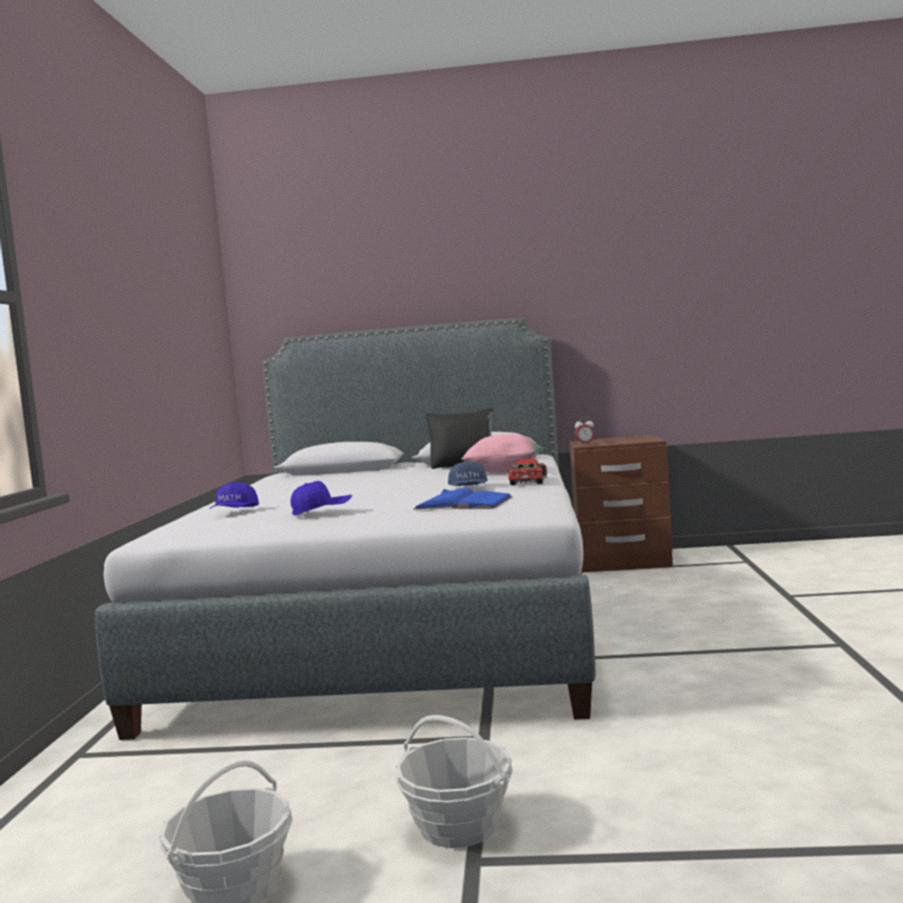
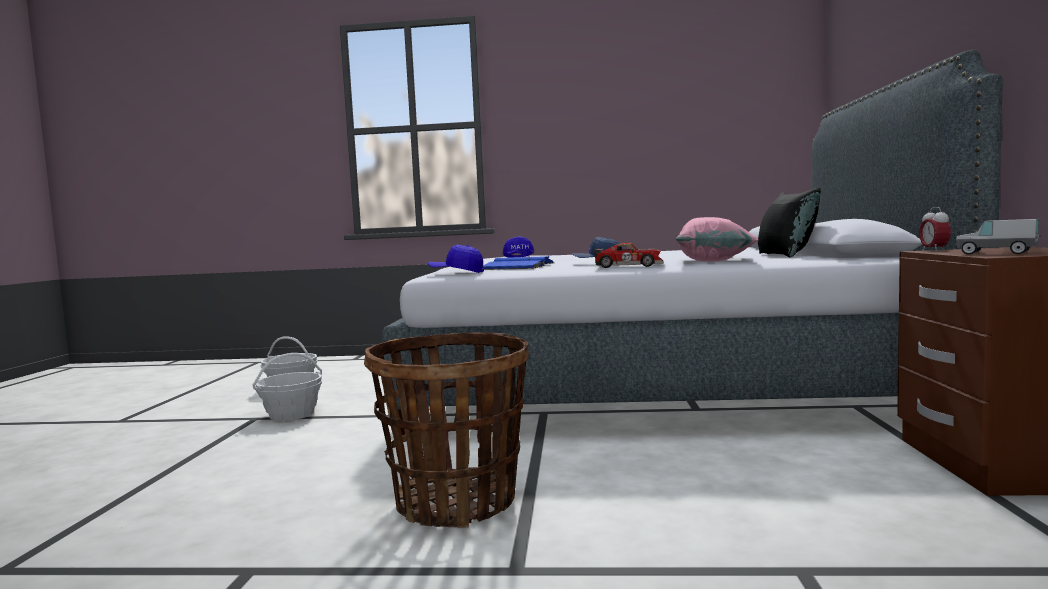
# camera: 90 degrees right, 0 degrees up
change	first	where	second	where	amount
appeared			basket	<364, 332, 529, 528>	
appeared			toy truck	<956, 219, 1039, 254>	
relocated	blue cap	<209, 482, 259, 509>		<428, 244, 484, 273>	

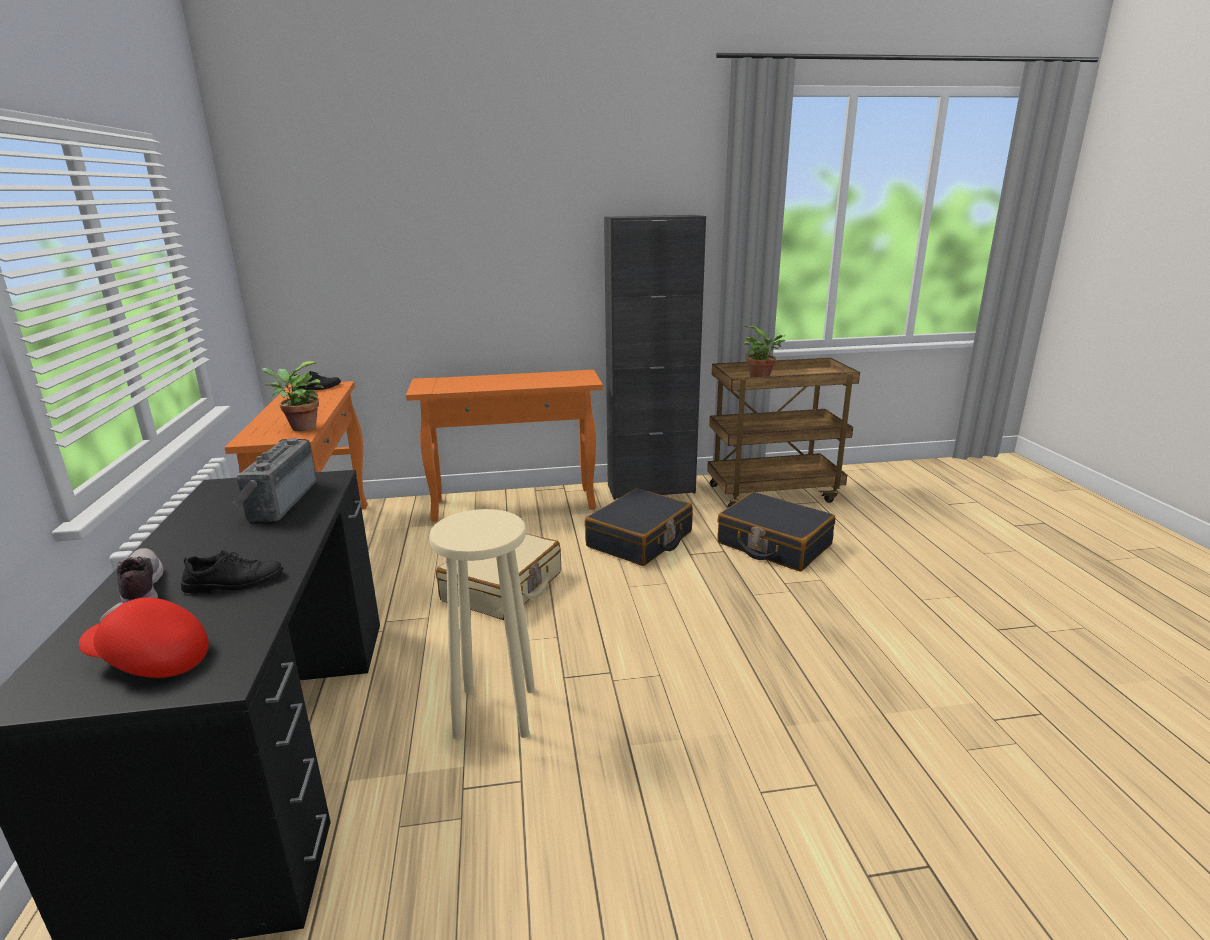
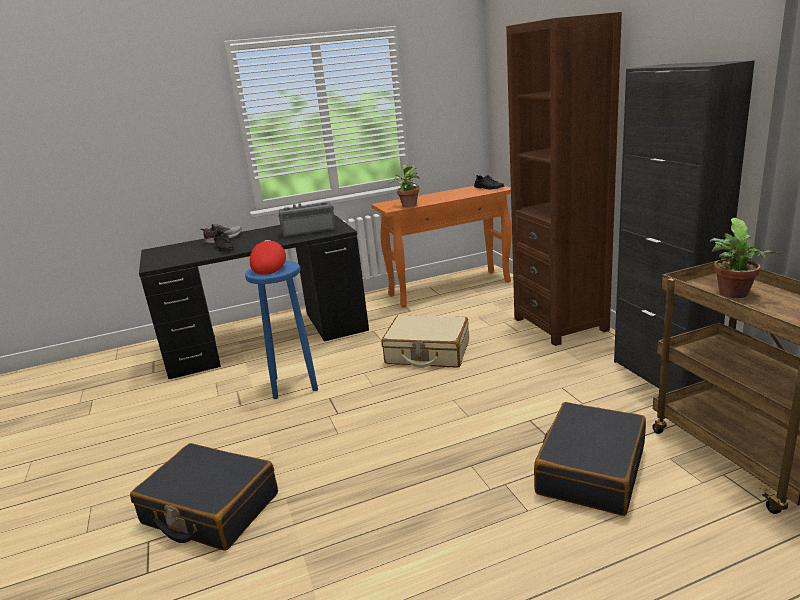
# camera: 80 degrees right, 0 degrees up
change	first	where	second	where	amount
relocated	red cap	<79, 597, 209, 678>		<250, 240, 286, 275>	
relocated	black suitcase	<585, 488, 693, 566>		<130, 443, 278, 551>	
exchanged	orange console table	<406, 370, 603, 522>	brown bookcase	<506, 12, 622, 346>	
colour	beige stool	<429, 509, 535, 739>	blue stool	<245, 260, 318, 399>	

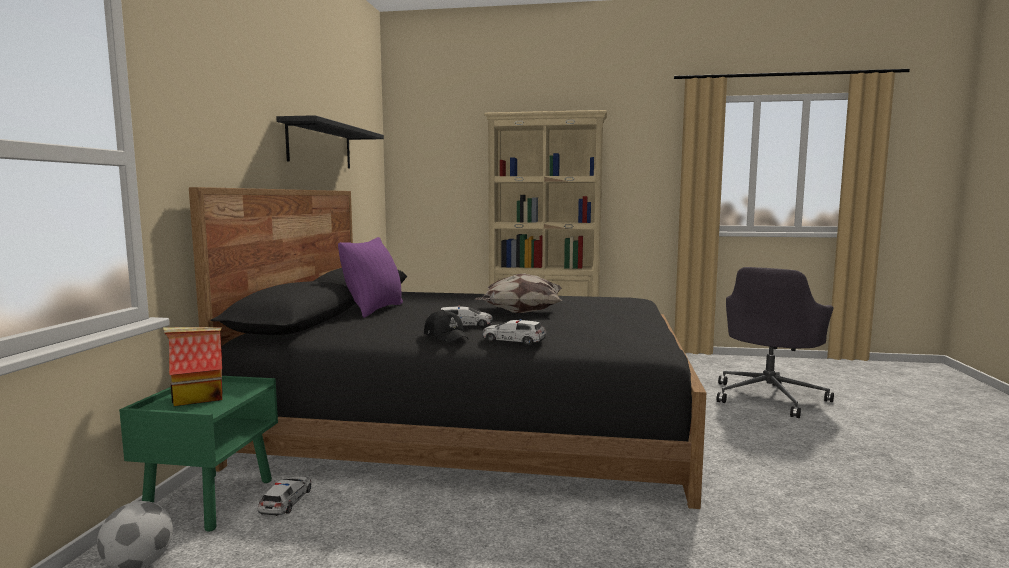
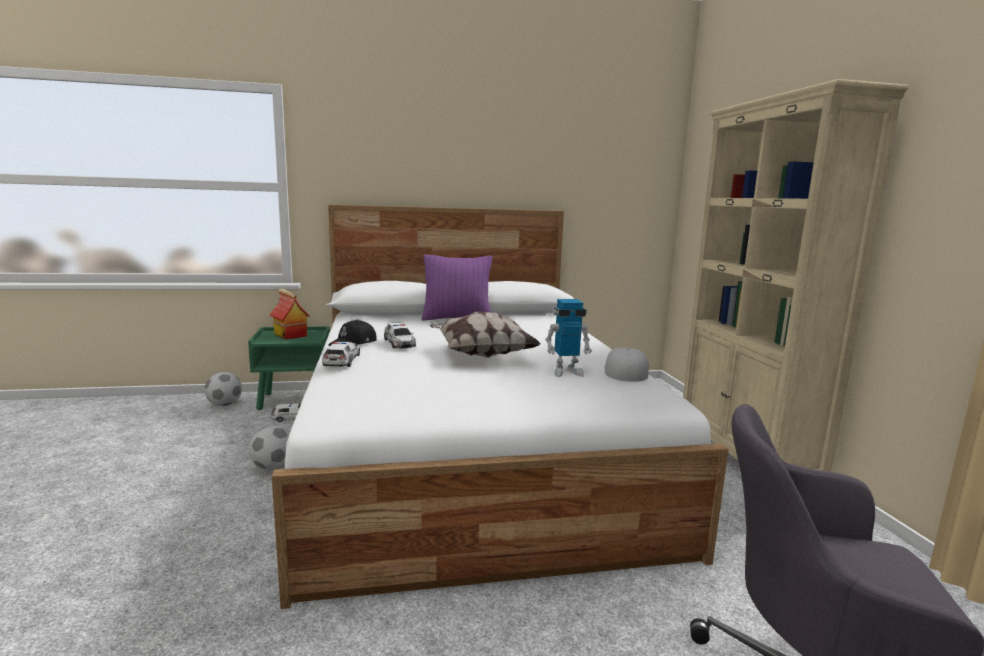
# camera: 70 degrees right, 5 degrees up
change	first	where	second	where	amount
missing	black shelf	<276, 115, 384, 168>			
appeared			football	<249, 425, 290, 470>	
appeared			toy robot	<545, 299, 592, 377>	
appeared			white cap	<604, 347, 649, 382>	
colour	black bed	<189, 187, 706, 509>	white bed	<272, 205, 729, 609>	

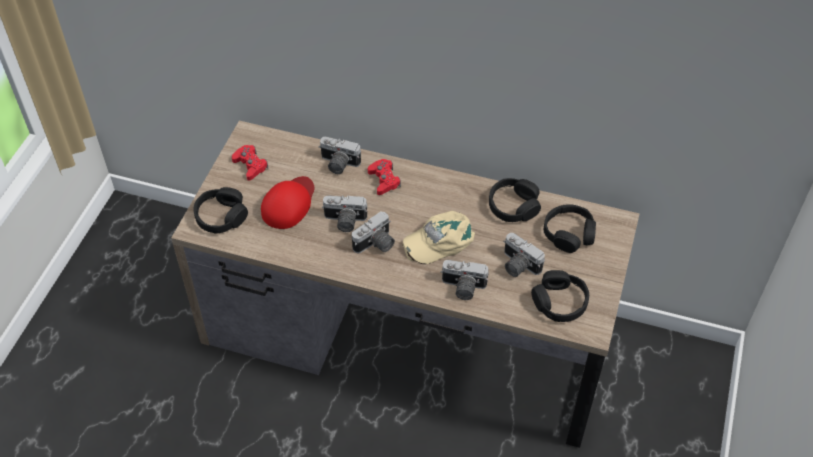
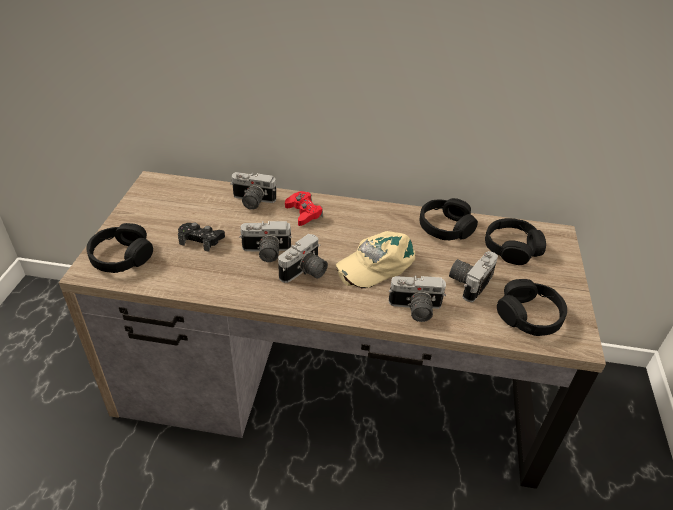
# camera: 10 degrees left, 10 degrees down
change	first	where	second	where	amount
missing	red game controller	<232, 145, 268, 181>			
exchanged	red cap	<261, 176, 314, 229>	black game controller	<178, 222, 225, 252>	
spun	photo camera	<503, 233, 545, 277>		<449, 251, 498, 302>	90 degrees clockwise

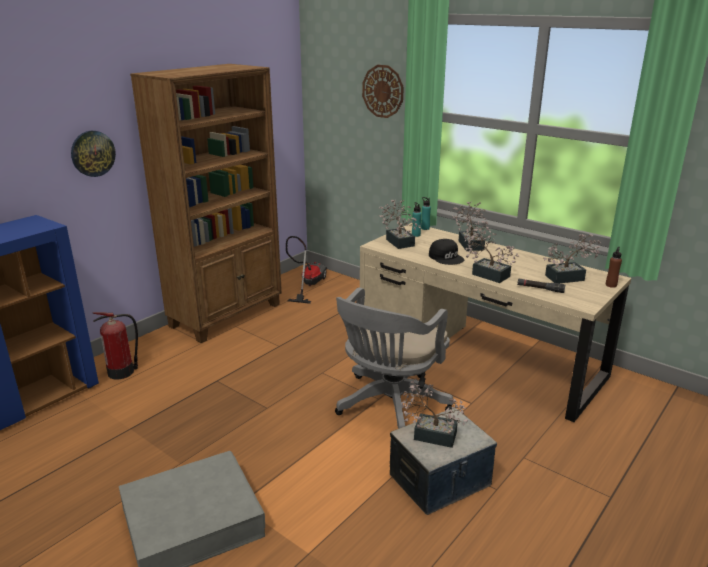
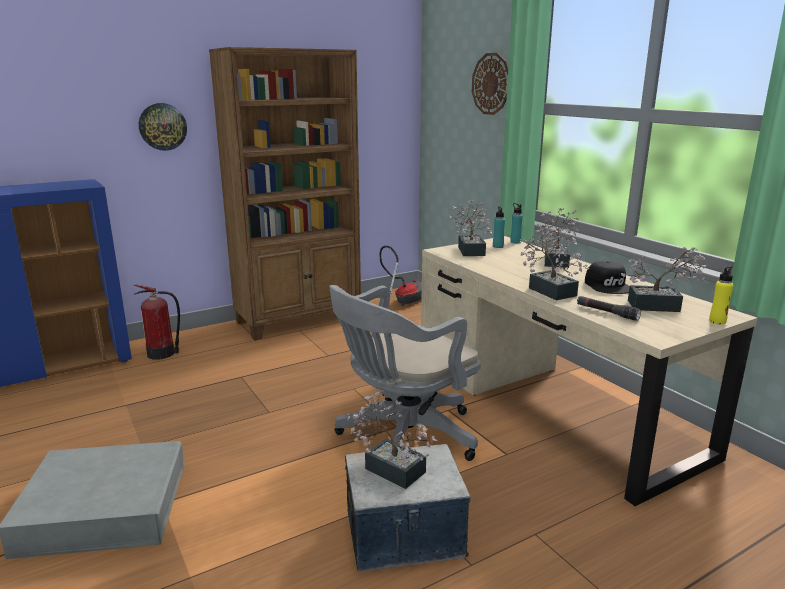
# camera: 20 degrees right, 5 degrees down
change	first	where	second	where	amount
relocated	black cap	<429, 239, 464, 265>		<585, 261, 630, 294>	
colour	brown bottle	<606, 247, 622, 288>	yellow bottle	<709, 266, 734, 324>	

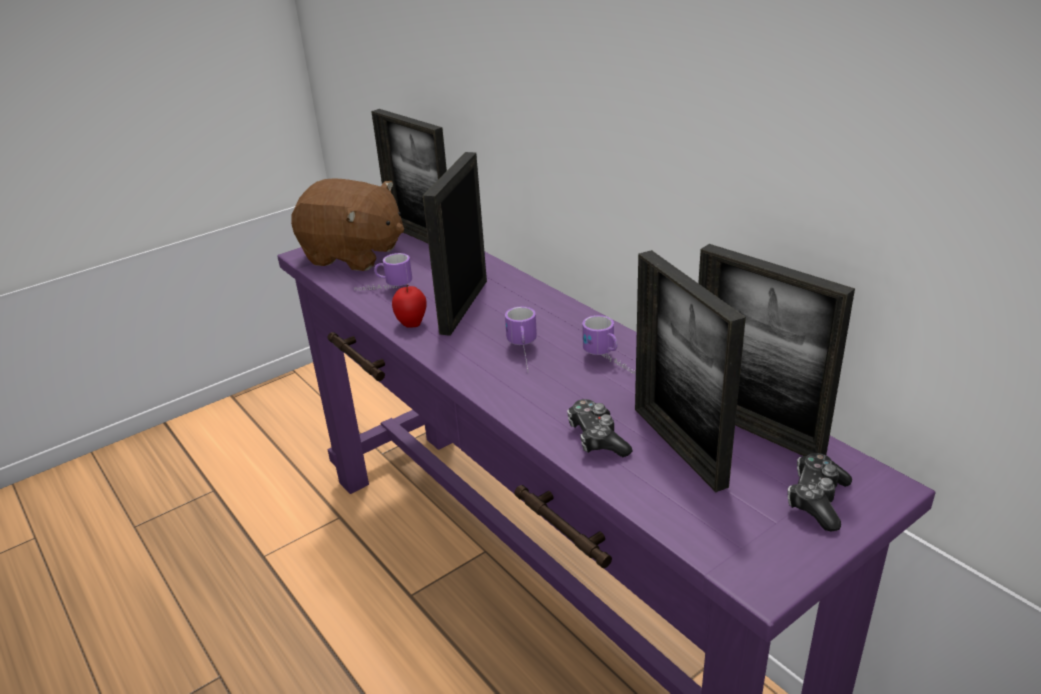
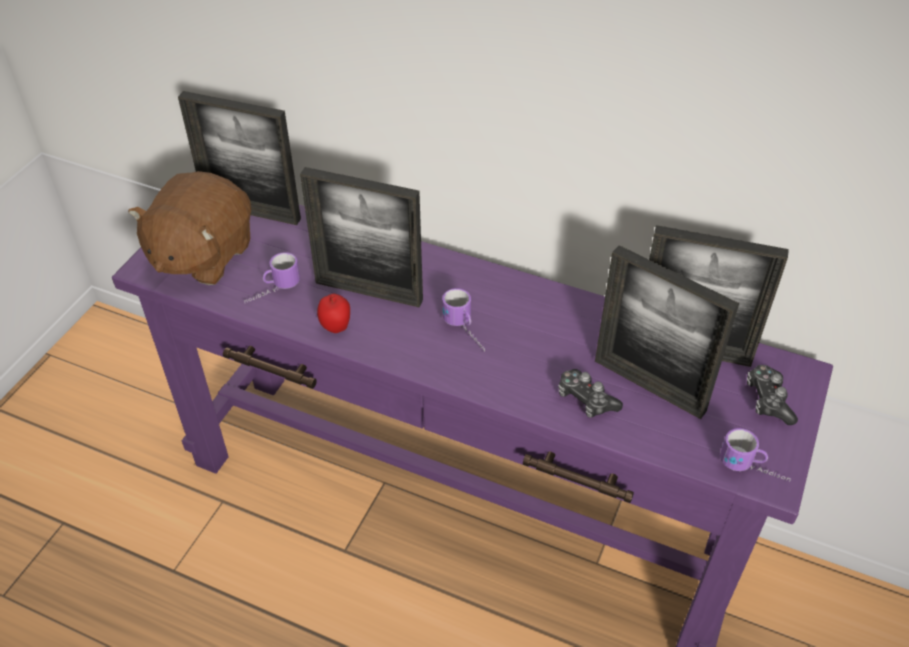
# camera: 30 degrees left, 15 degrees up
change	first	where	second	where	amount
relocated	mug	<582, 315, 636, 375>		<720, 428, 791, 481>	
spun	brown plush toy	<291, 178, 404, 271>		<128, 171, 251, 285>	120 degrees clockwise
spun	picture frame	<423, 152, 487, 336>		<300, 167, 423, 307>	60 degrees counterclockwise

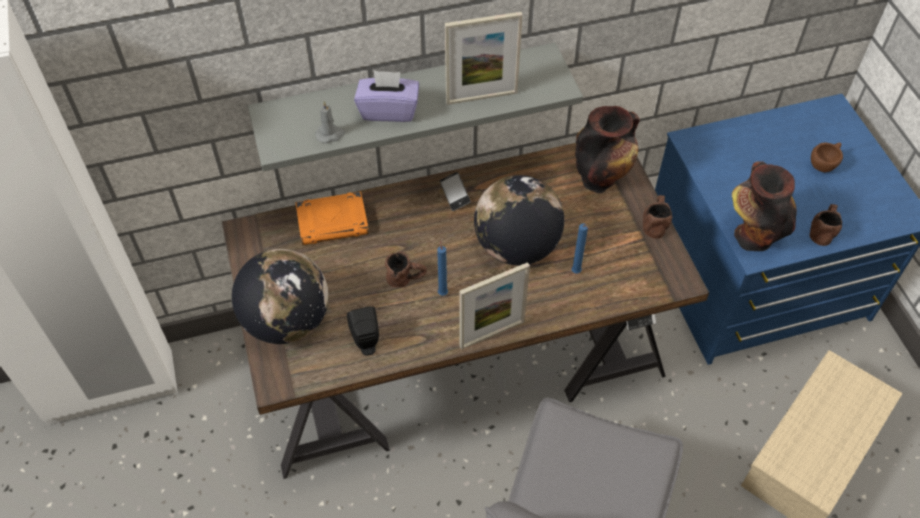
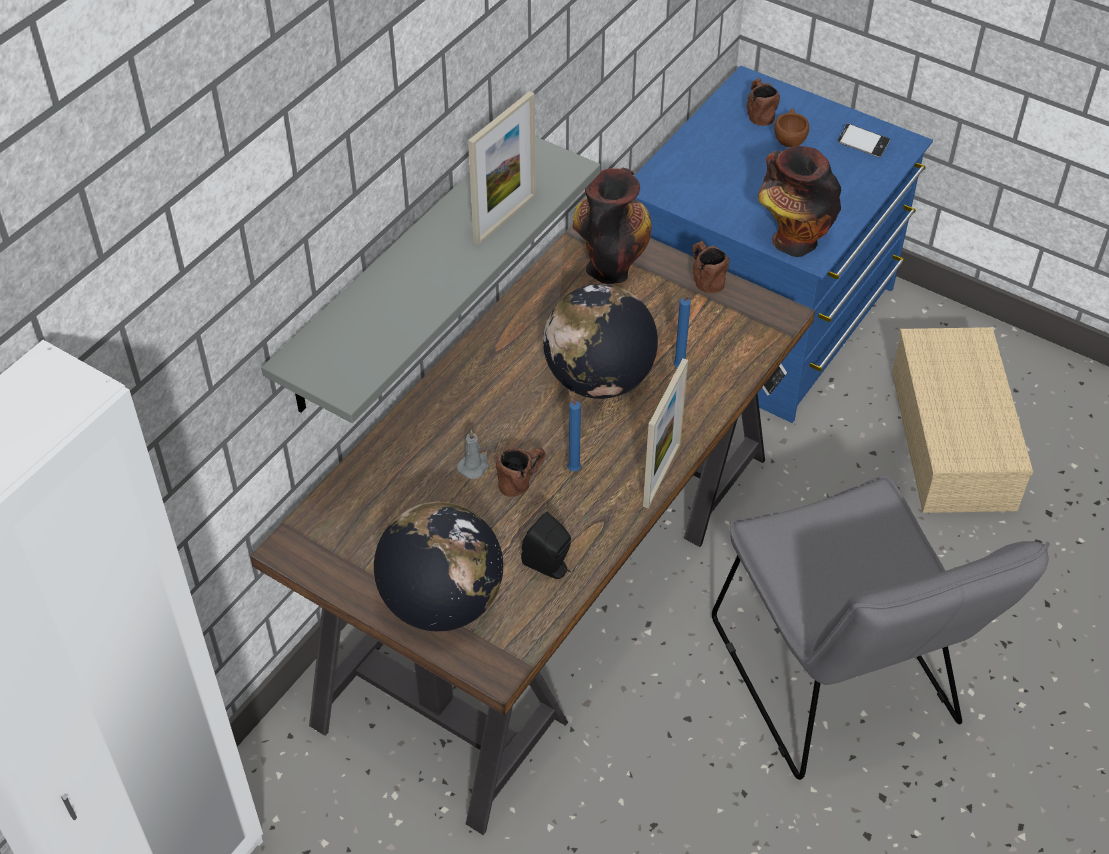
# camera: 40 degrees left, 5 degrees down
change	first	where	second	where	amount
missing	orange book	<295, 191, 369, 245>			
missing	purple tissue box	<354, 70, 419, 122>			
relocated	grey candle	<315, 101, 345, 143>		<457, 430, 489, 479>	
relocated	phone	<440, 172, 471, 211>		<838, 124, 890, 158>	
relocated	brown mug	<810, 204, 842, 246>		<747, 78, 780, 126>	

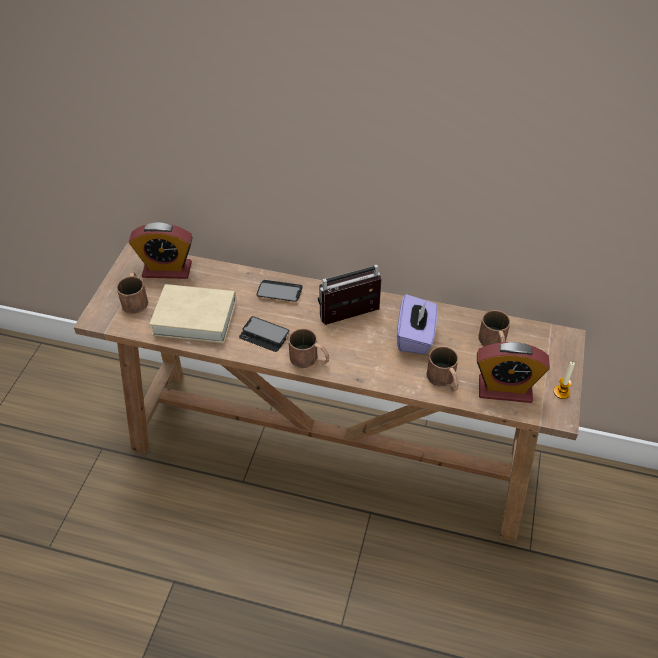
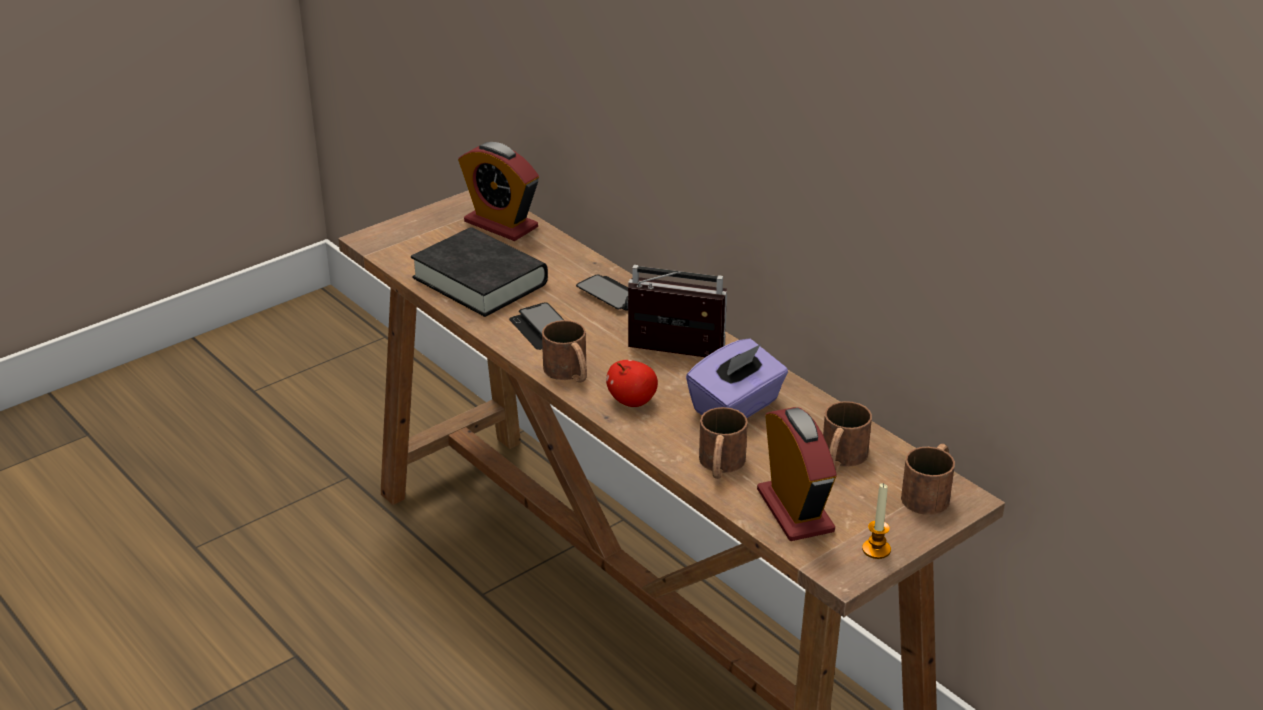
# camera: 35 degrees right, 15 degrees down
change	first	where	second	where	amount
appeared			apple	<606, 360, 658, 407>	
relocated	brown mug	<116, 272, 148, 314>		<901, 444, 955, 515>	
colour	beige book	<149, 284, 236, 344>	black book	<411, 227, 548, 317>	
spun	alarm clock	<477, 342, 550, 403>		<757, 407, 837, 541>	150 degrees counterclockwise

